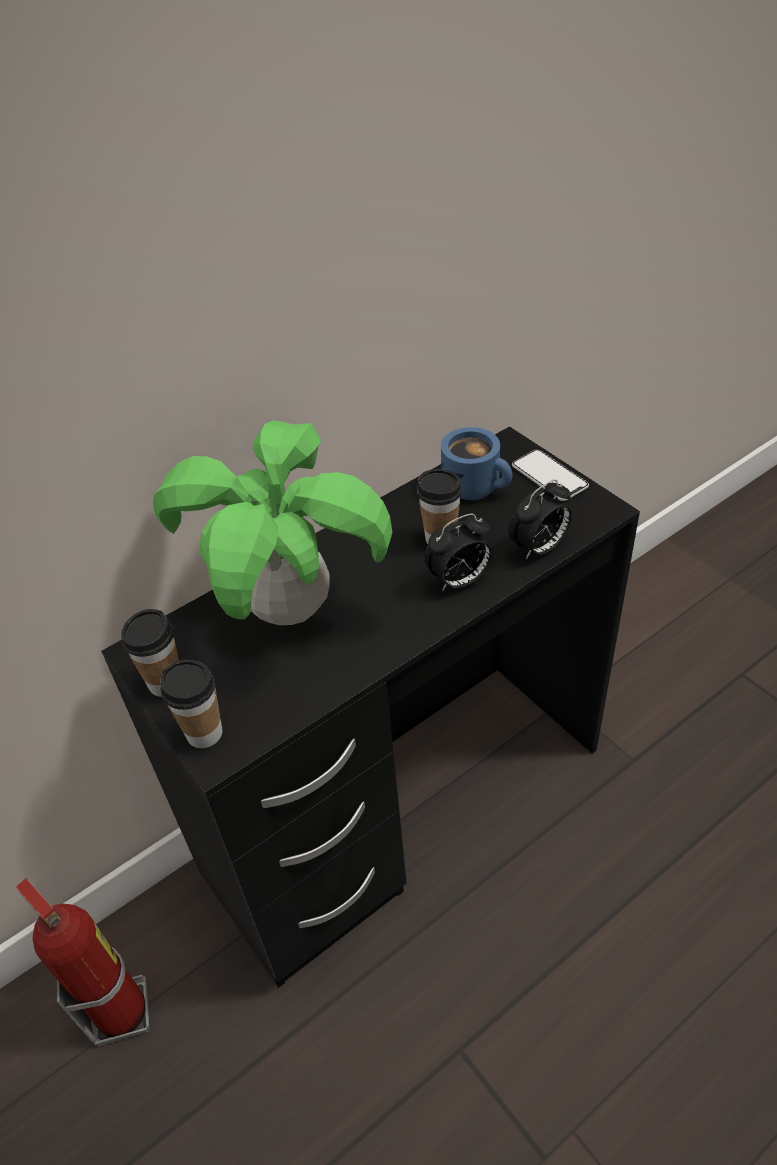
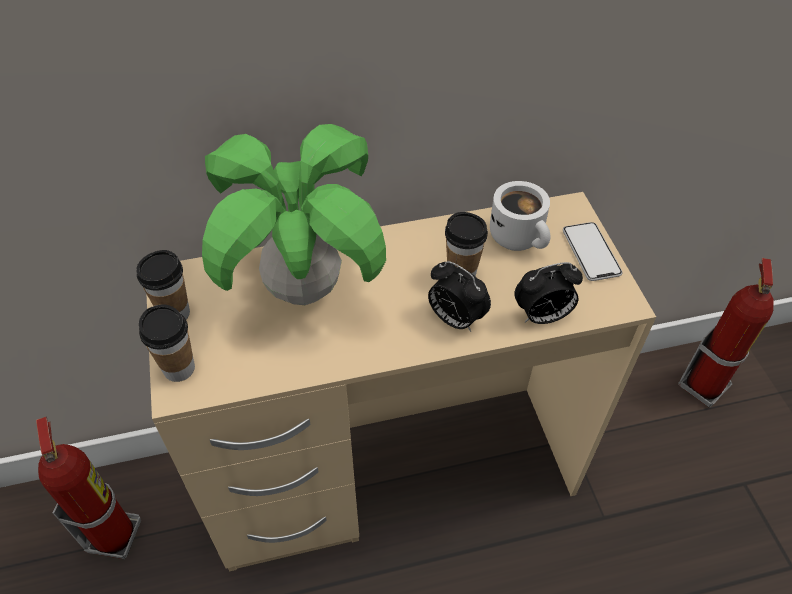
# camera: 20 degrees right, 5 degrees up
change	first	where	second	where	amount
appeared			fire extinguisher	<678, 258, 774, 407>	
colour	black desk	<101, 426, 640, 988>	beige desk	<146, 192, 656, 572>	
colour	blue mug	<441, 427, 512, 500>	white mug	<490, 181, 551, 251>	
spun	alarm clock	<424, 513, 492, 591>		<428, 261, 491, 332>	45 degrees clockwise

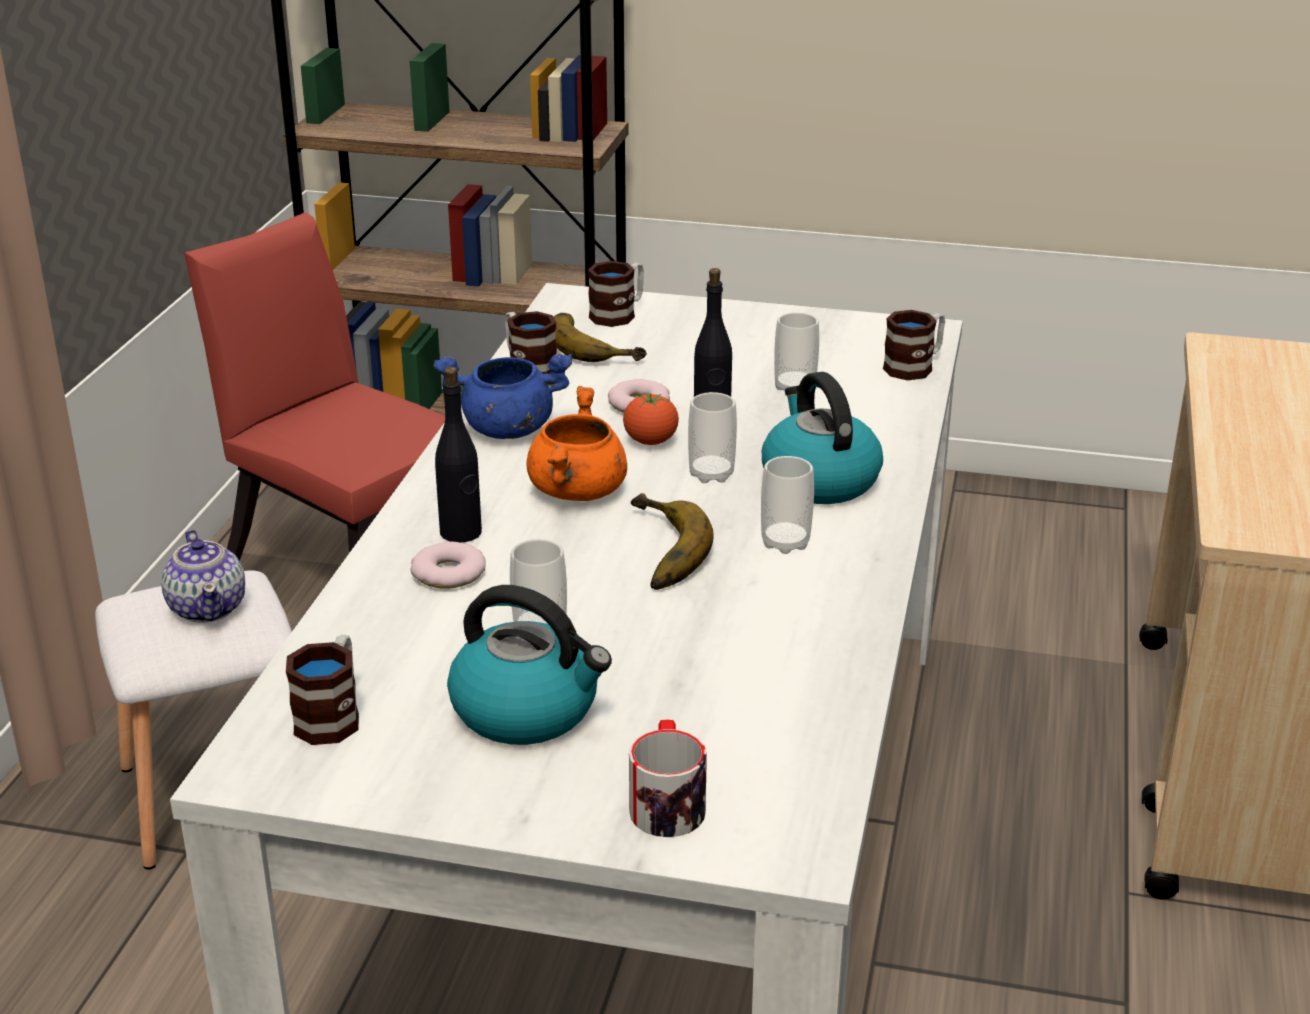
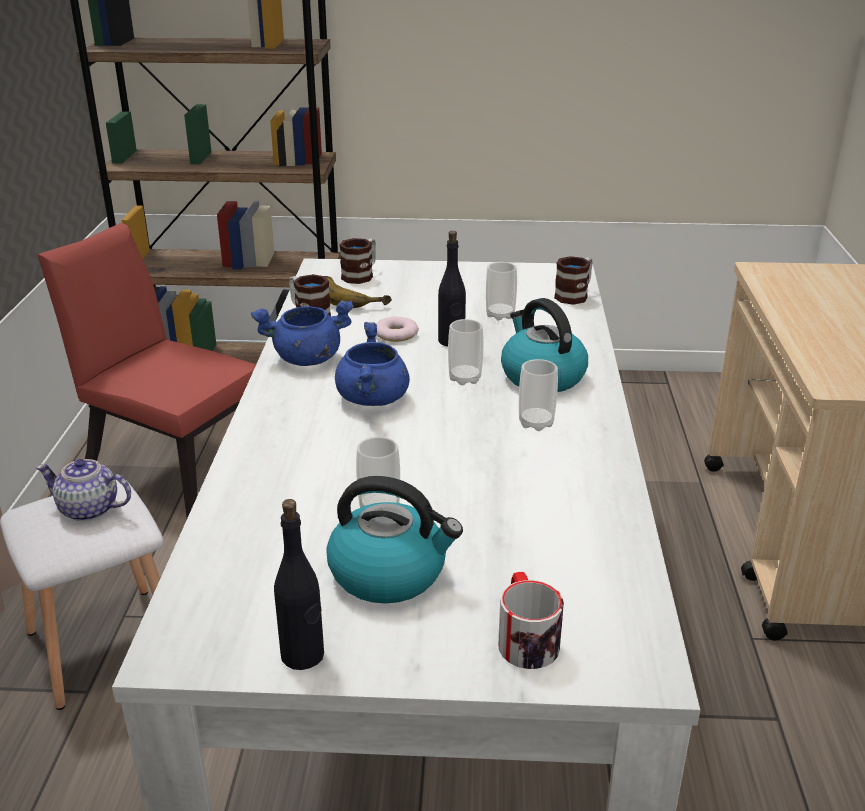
# camera: 10 degrees left, 0 degrees up
change	first	where	second	where	amount
missing	mug	<286, 635, 359, 745>			
missing	donut	<411, 542, 486, 589>			
missing	tomato	<623, 393, 679, 445>			
missing	banana	<631, 493, 714, 590>			
relocated	black bottle	<435, 367, 482, 542>		<274, 499, 324, 670>	
colour	orange cooking pot	<526, 386, 627, 501>	blue cooking pot	<335, 322, 410, 406>	
spun	teapot	<161, 530, 245, 623>		<36, 459, 131, 521>	135 degrees clockwise

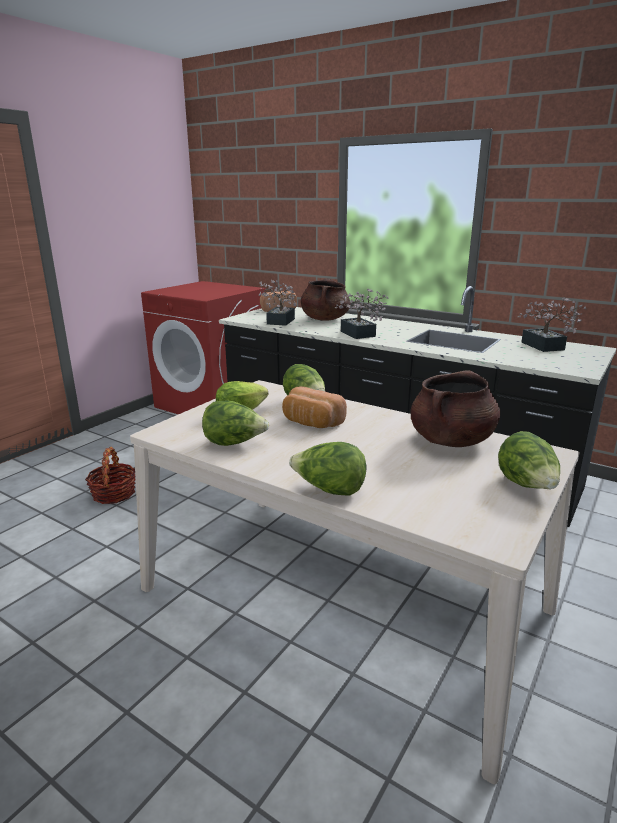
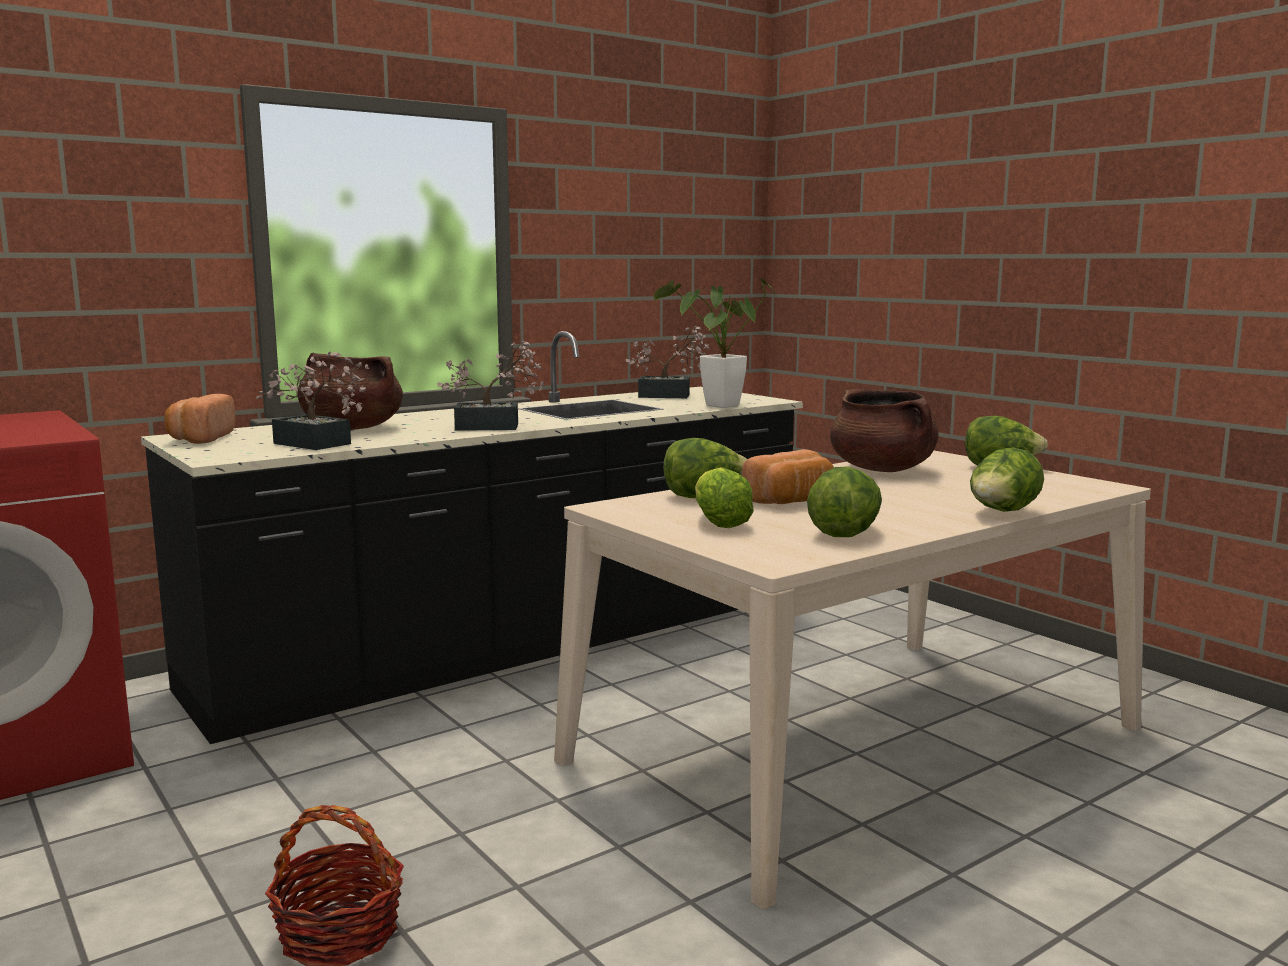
# camera: 70 degrees left, 10 degrees down
change	first	where	second	where	amount
appeared			potted plant	<654, 278, 776, 408>	

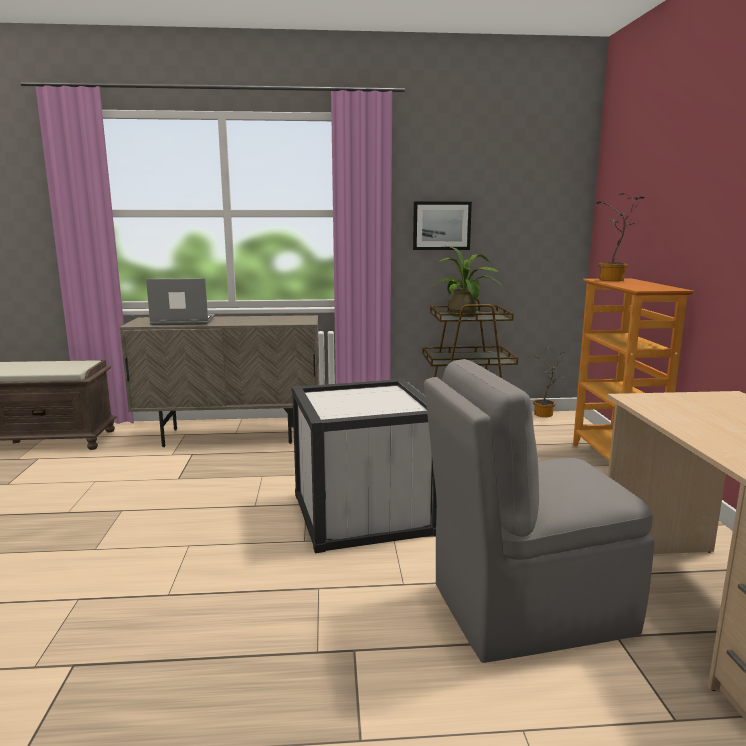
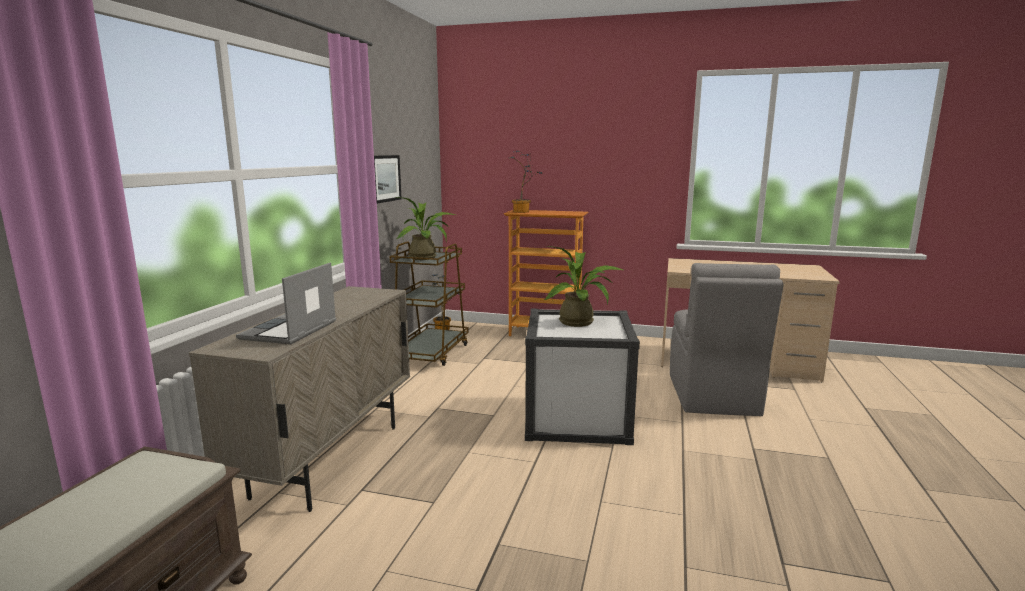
# camera: 70 degrees left, 0 degrees up
change	first	where	second	where	amount
appeared			potted plant	<544, 246, 623, 327>	

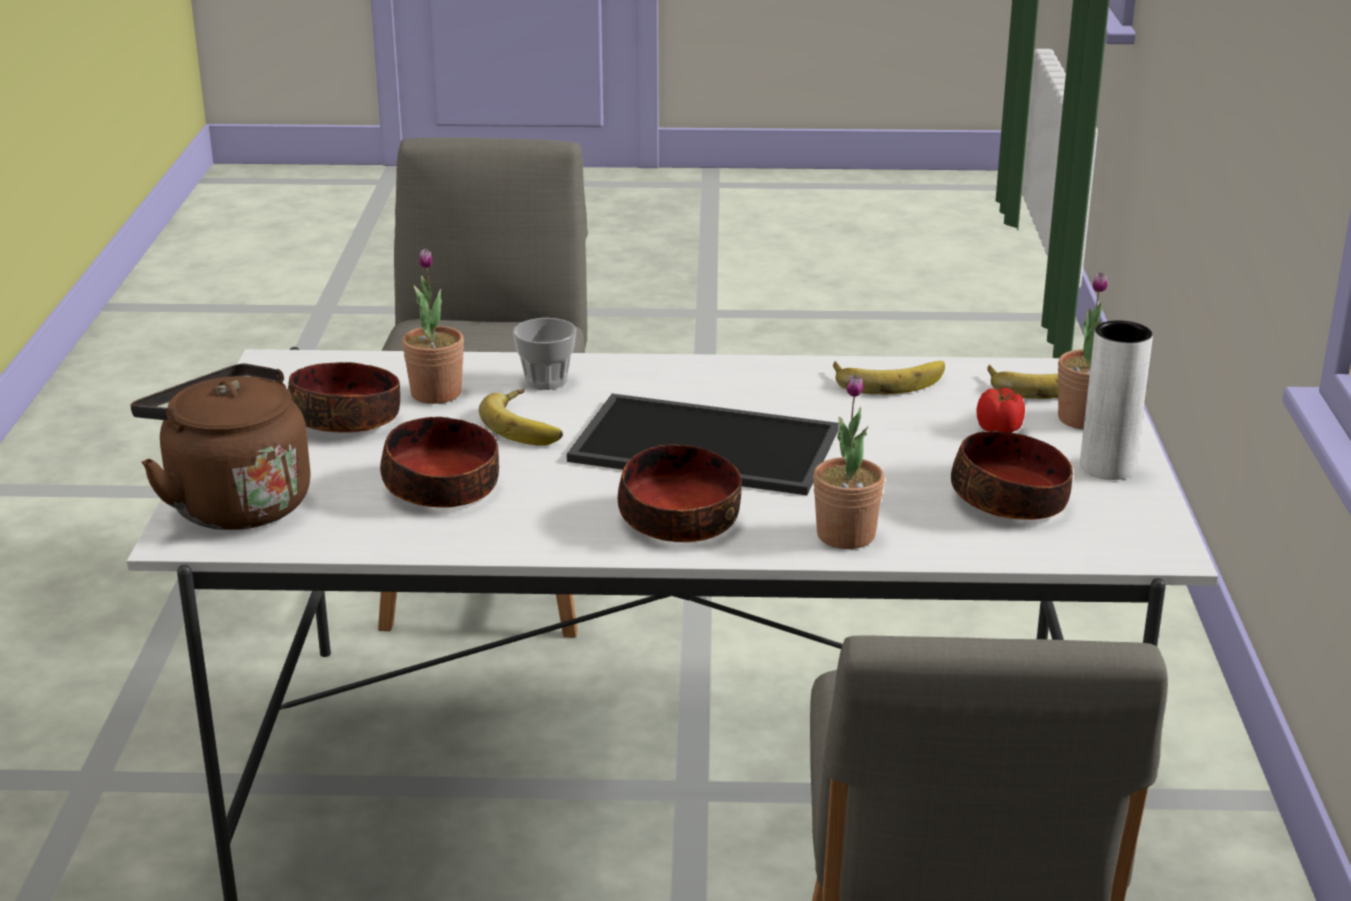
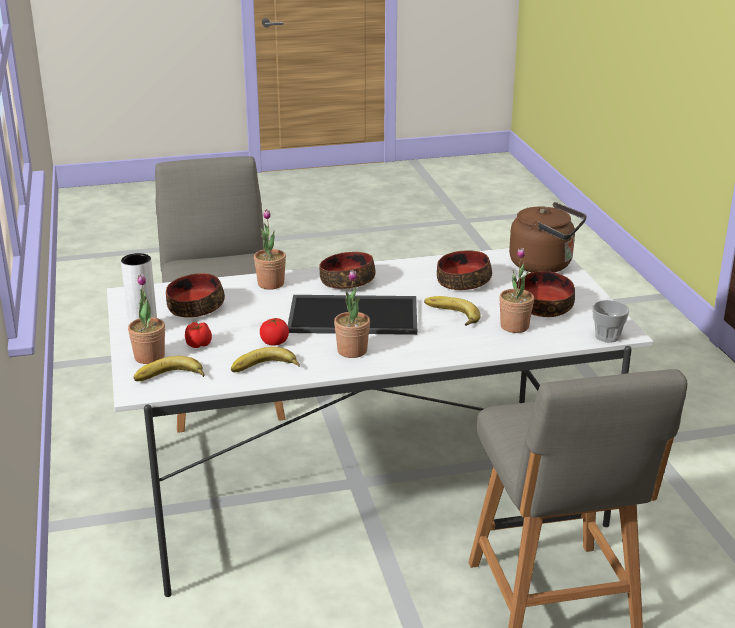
# camera: 165 degrees right, 0 degrees up
change	first	where	second	where	amount
appeared			tomato	<260, 318, 289, 346>	
appeared			potted plant	<334, 270, 370, 358>	
relocated	cup	<513, 318, 576, 390>		<592, 300, 629, 343>	

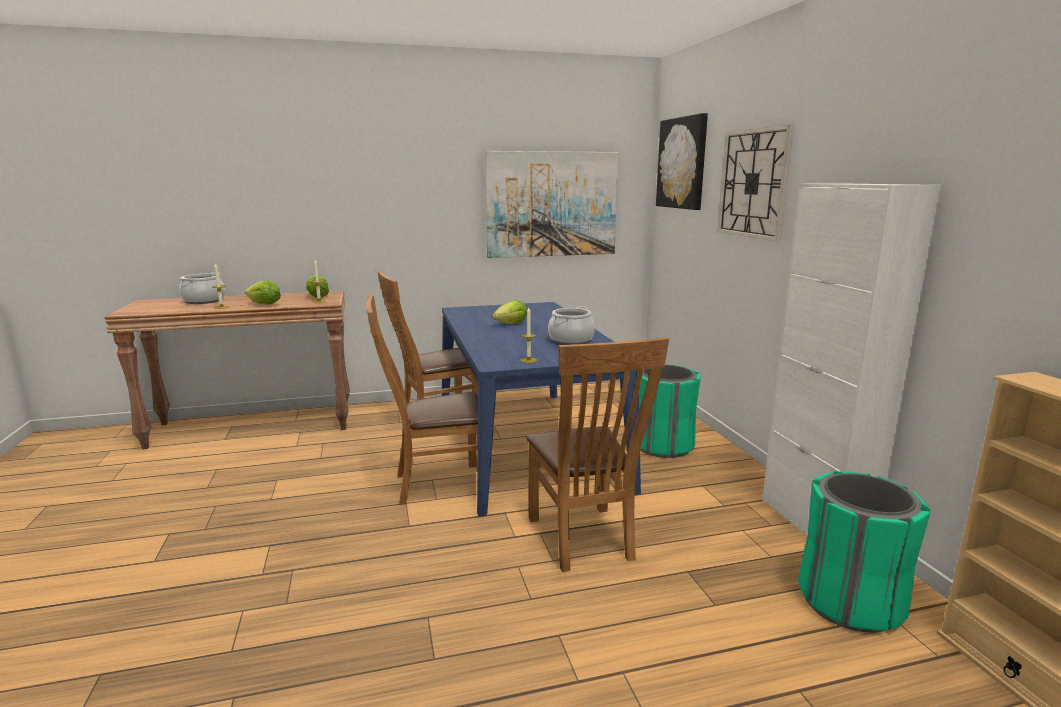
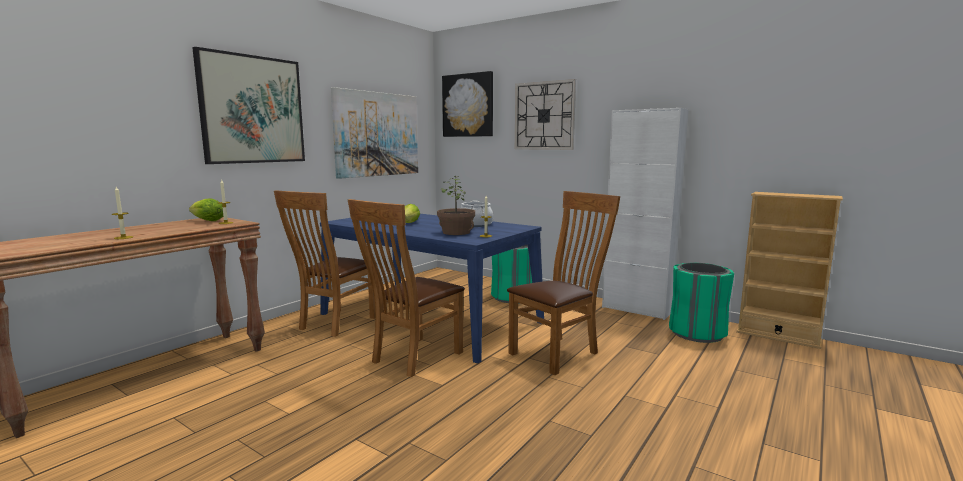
# camera: 40 degrees left, 5 degrees down
change	first	where	second	where	amount
missing	cooking pot	<179, 272, 225, 304>			
missing	lettuce	<245, 280, 281, 305>			
appeared			picture	<192, 47, 305, 164>	
appeared			potted plant	<437, 175, 475, 235>	
spun	brown chair	<526, 337, 669, 572>		<507, 191, 620, 375>	75 degrees counterclockwise

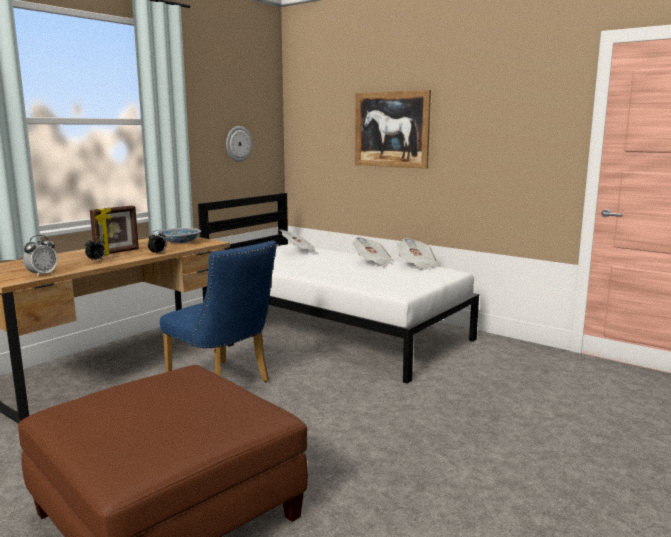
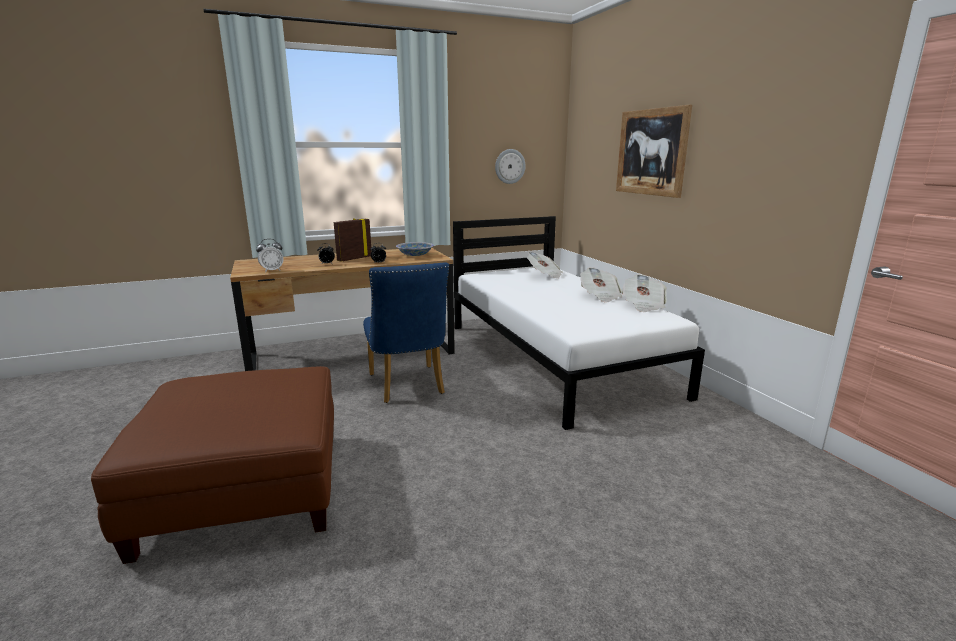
# camera: 30 degrees right, 5 degrees up
change	first	where	second	where	amount
spun	picture frame	<90, 206, 139, 255>		<334, 218, 371, 262>	150 degrees clockwise

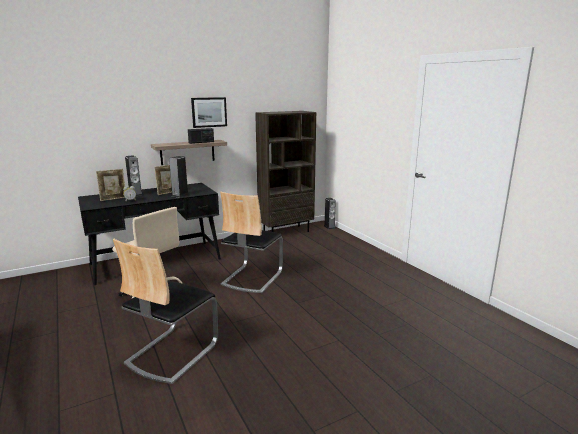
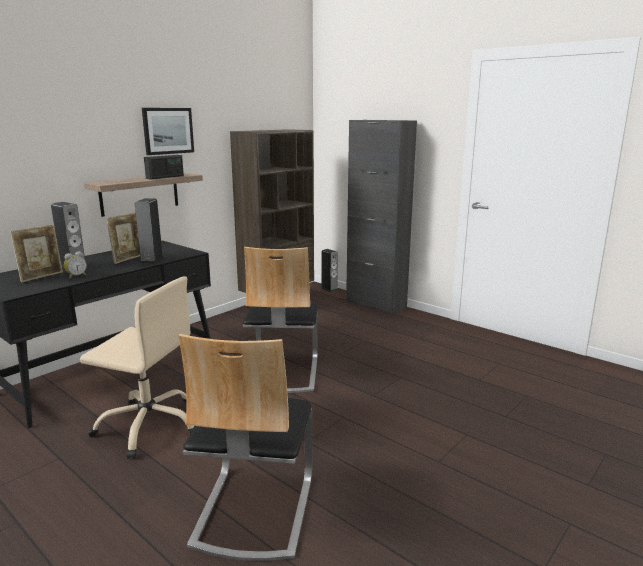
# camera: 20 degrees left, 0 degrees up
change	first	where	second	where	amount
appeared			black cabinet	<346, 120, 417, 315>	

